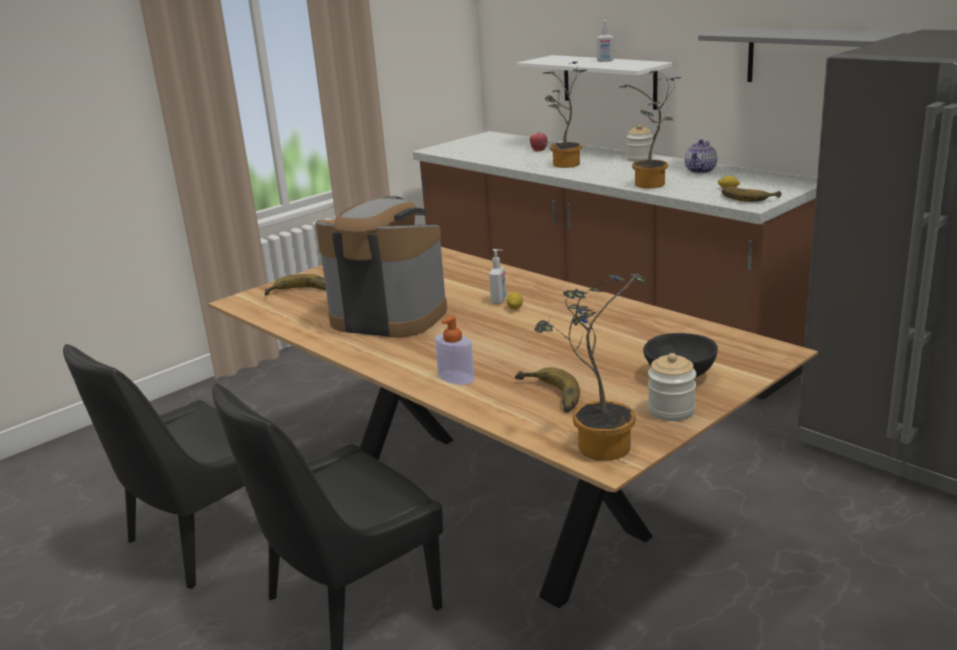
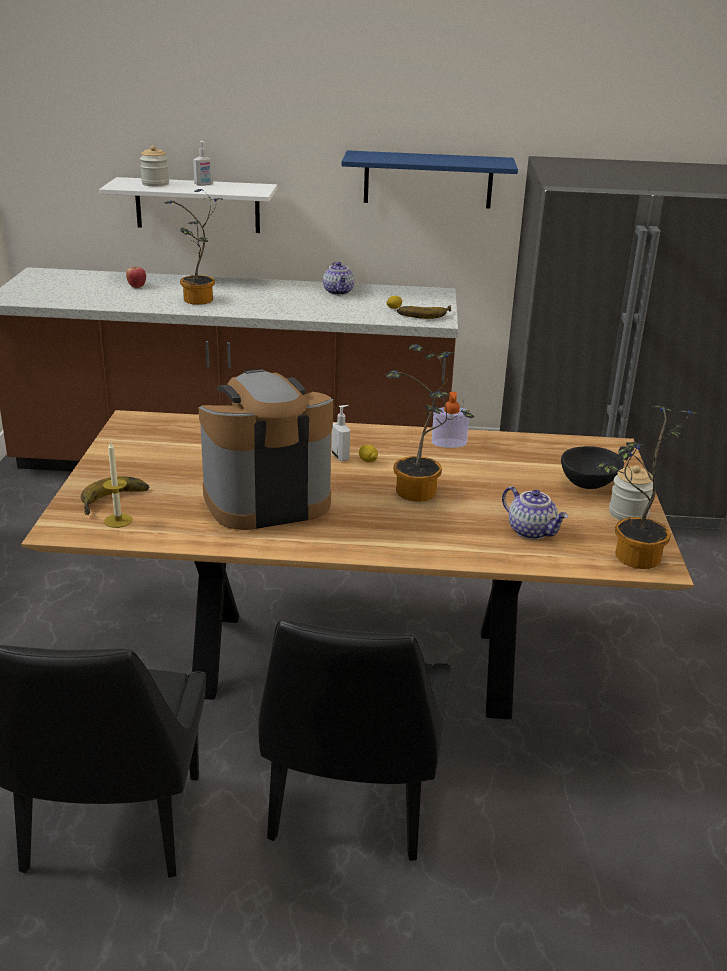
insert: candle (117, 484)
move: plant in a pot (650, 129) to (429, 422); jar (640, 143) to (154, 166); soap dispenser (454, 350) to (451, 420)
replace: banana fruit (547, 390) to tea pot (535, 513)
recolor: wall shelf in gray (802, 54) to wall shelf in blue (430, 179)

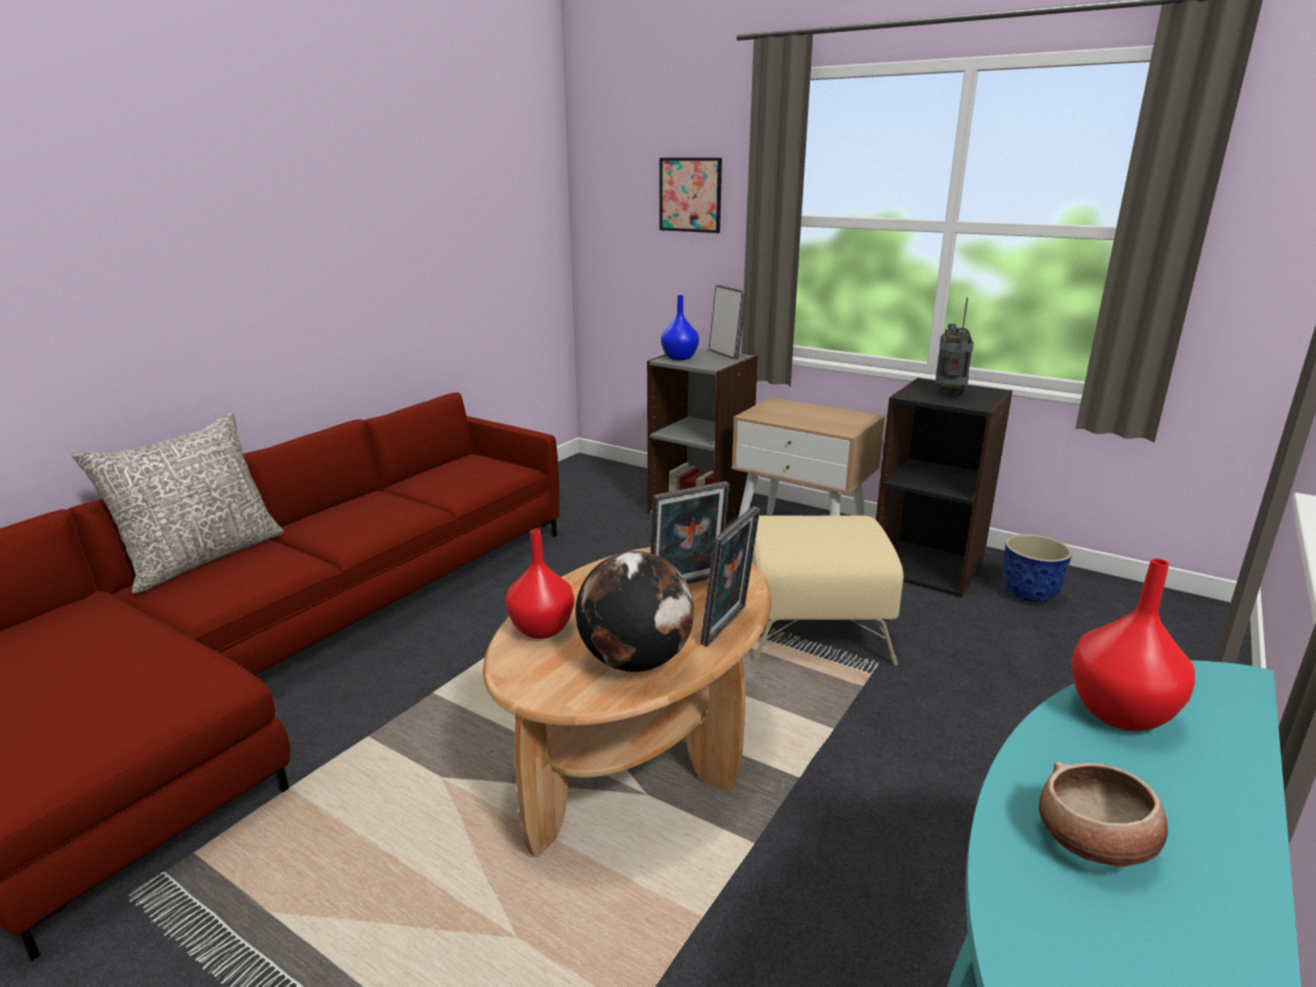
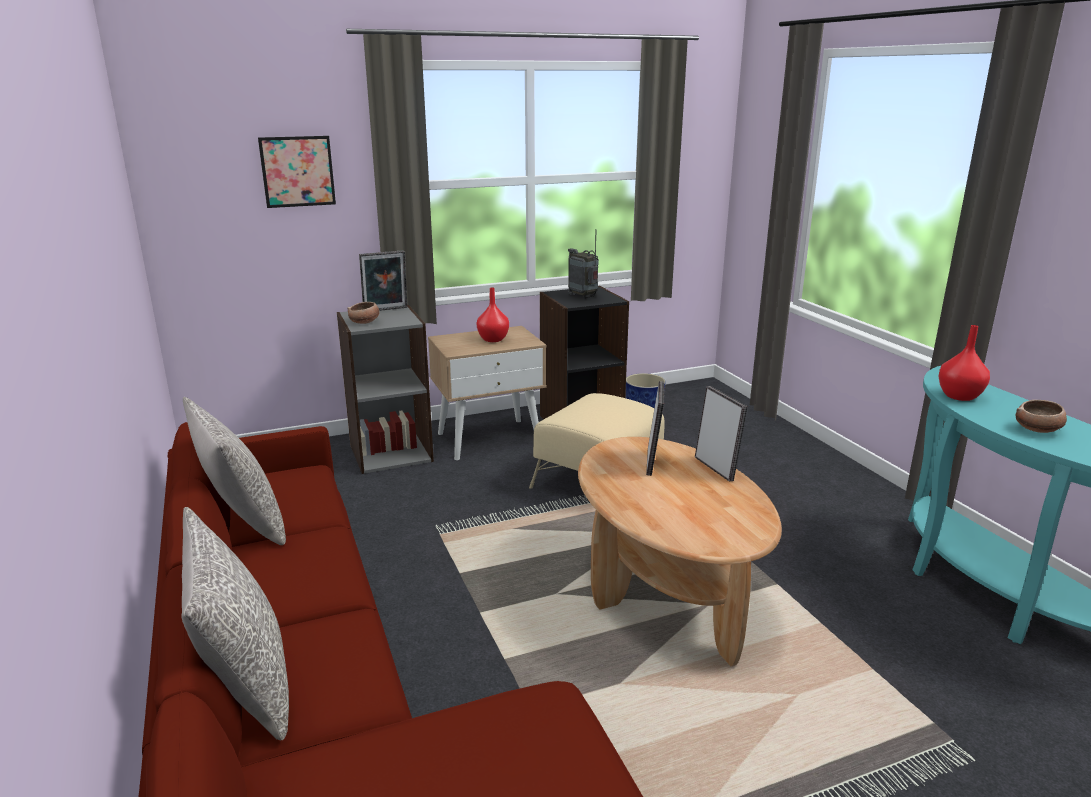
delete: desk globe (634, 611)
insert: pillow in gray (234, 471)
move: decorative vase in reddish (540, 584) to (493, 314)
replace: decorative vase in blue (680, 327) to deep dish (363, 313)
rotate: standing frame (727, 322) = (383, 280) 150 degrees clockwise

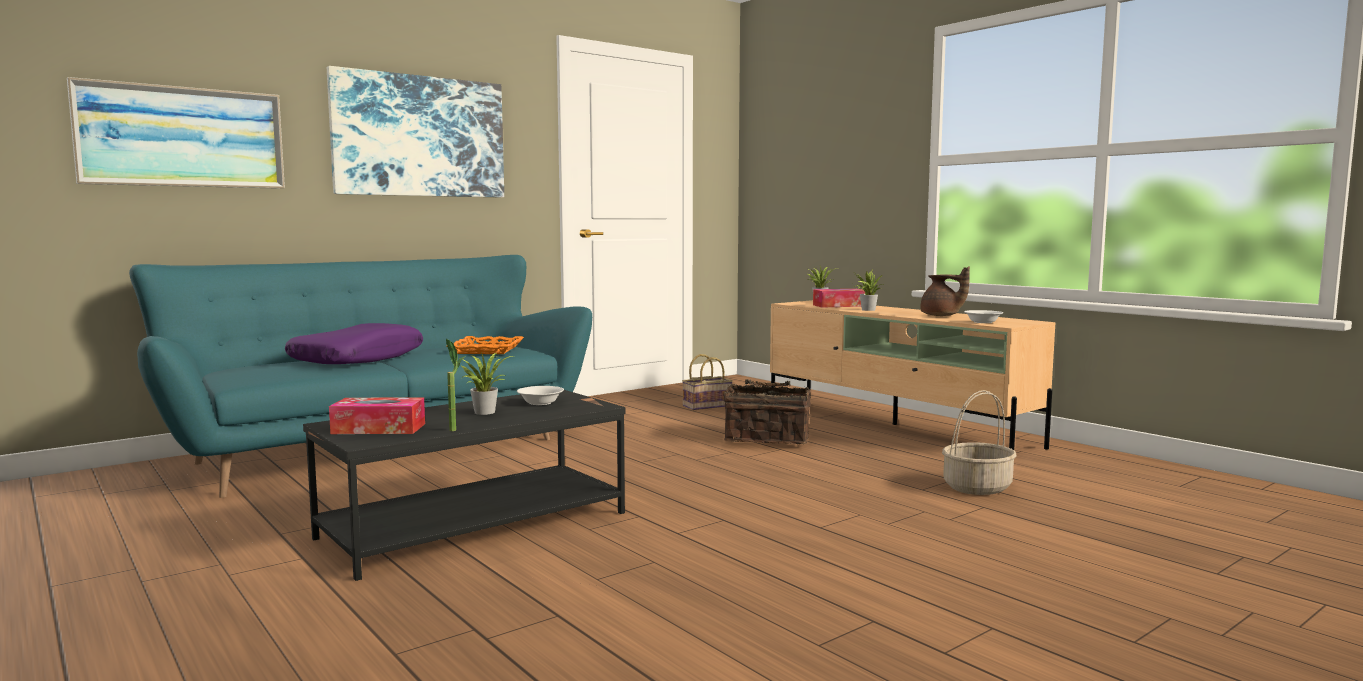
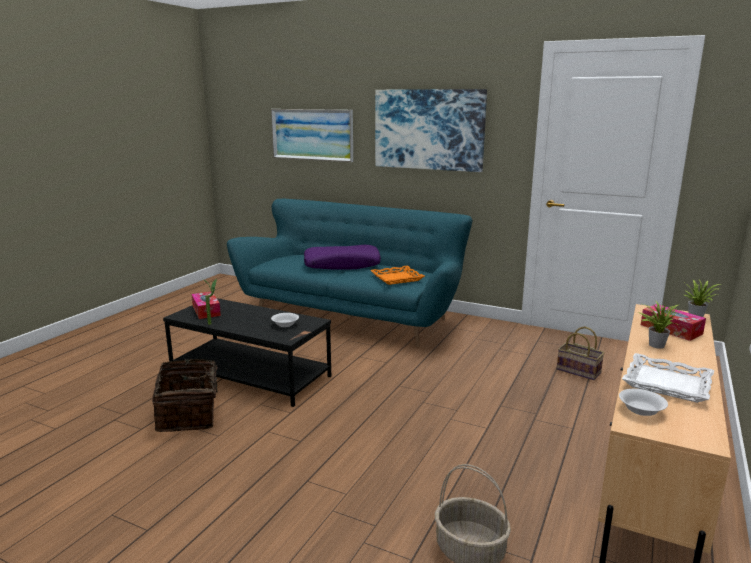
delete: plant in a pot (487, 384)
move: storage basket (767, 411) to (191, 395)
replace: tea pot in brown (945, 291) to tray in white (668, 378)

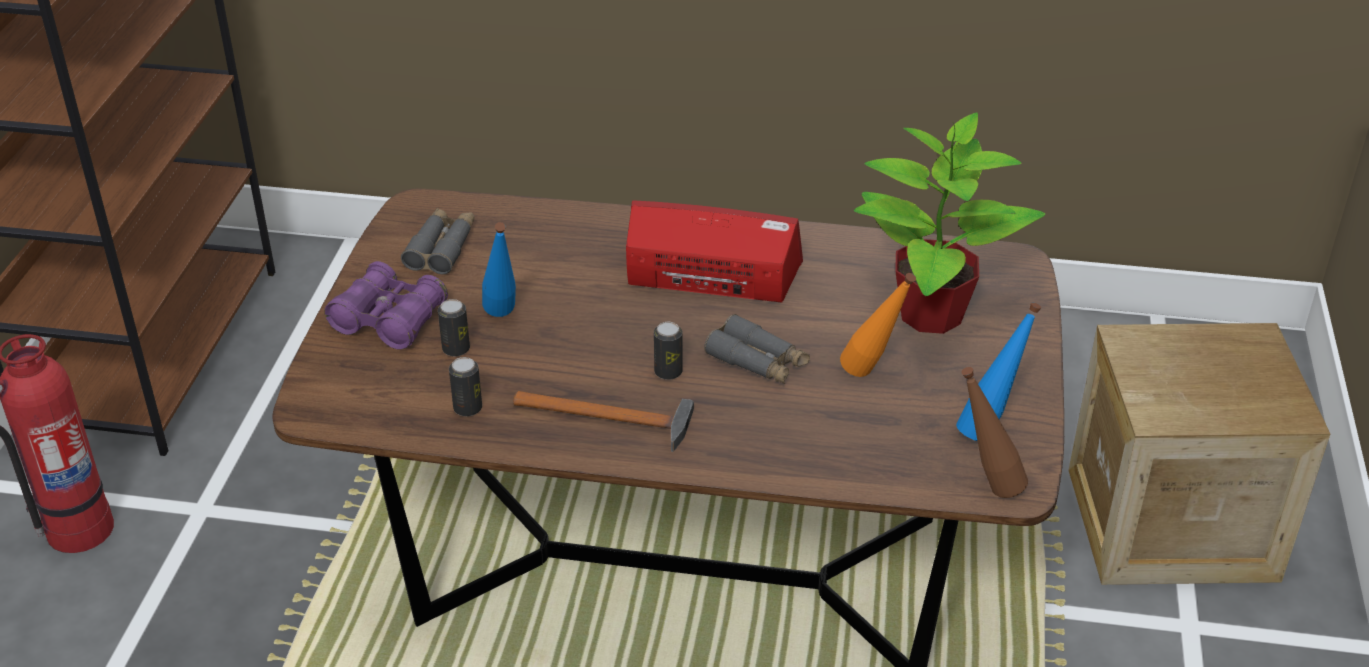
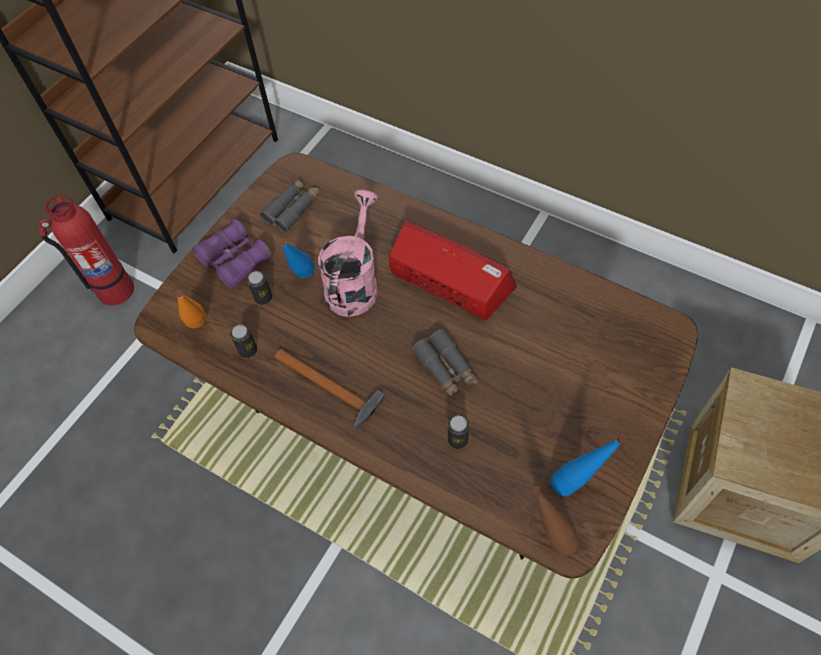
delete: plant in a pot (949, 223)
insert: watering can in pink-coloured (348, 253)
move: drink bottle in orangey (878, 325) to (190, 309); metal can (668, 351) to (458, 432)

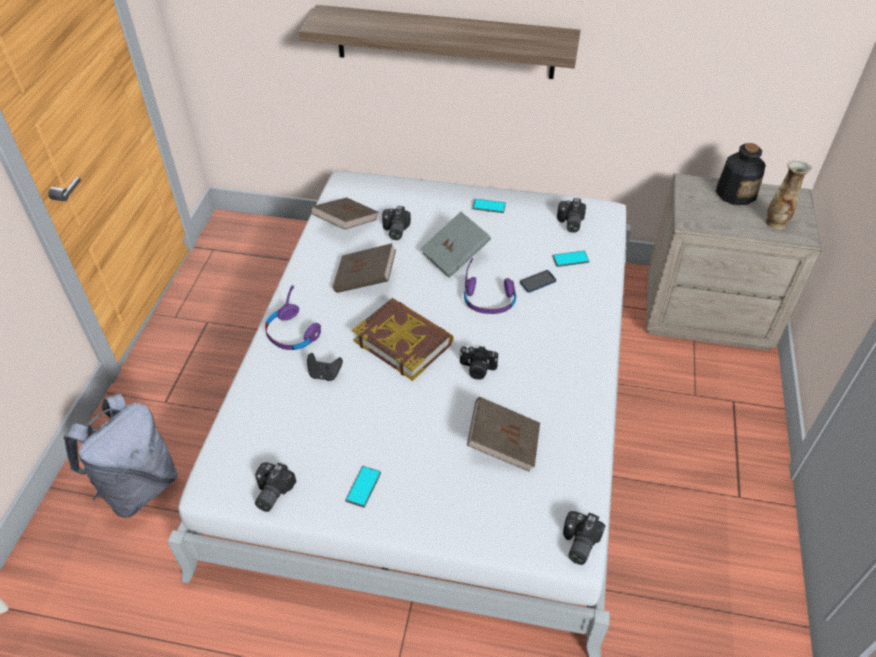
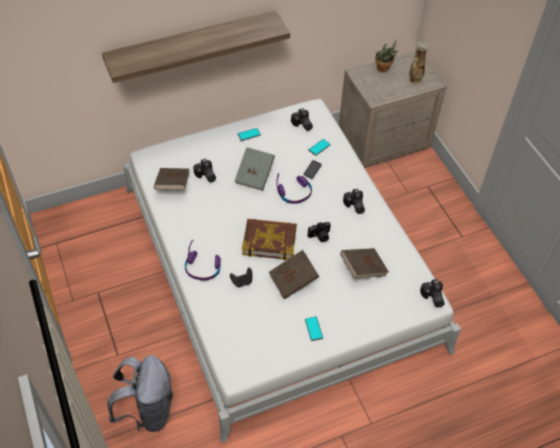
move: book in brown (364, 268) to (294, 274); still camera (276, 487) to (354, 201)
replace: drink bottle (740, 174) to plant in a pot (387, 56)

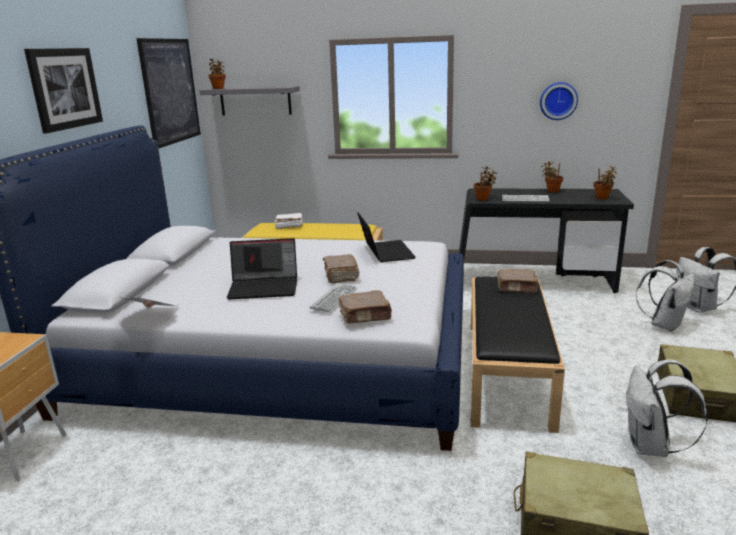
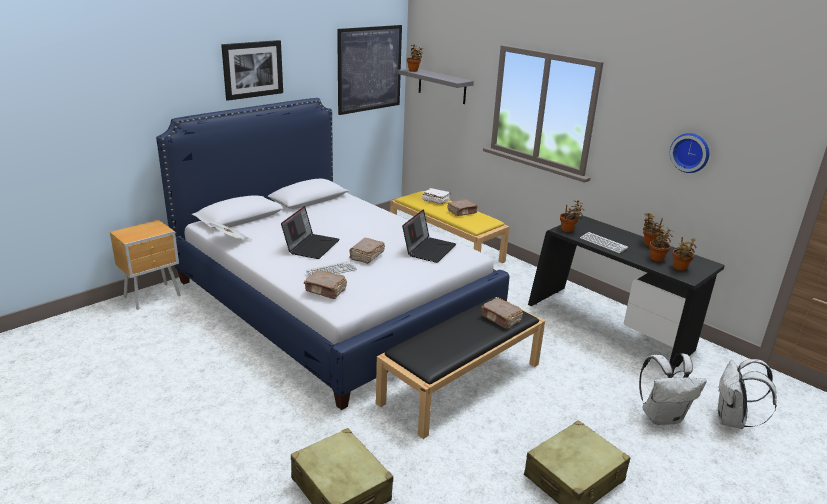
delete: rucksack in white (666, 408)
insert: book in brown (462, 207); plant in a pot (661, 243)
rotate: portable computer (262, 269) = (310, 232) 105 degrees counterclockwise

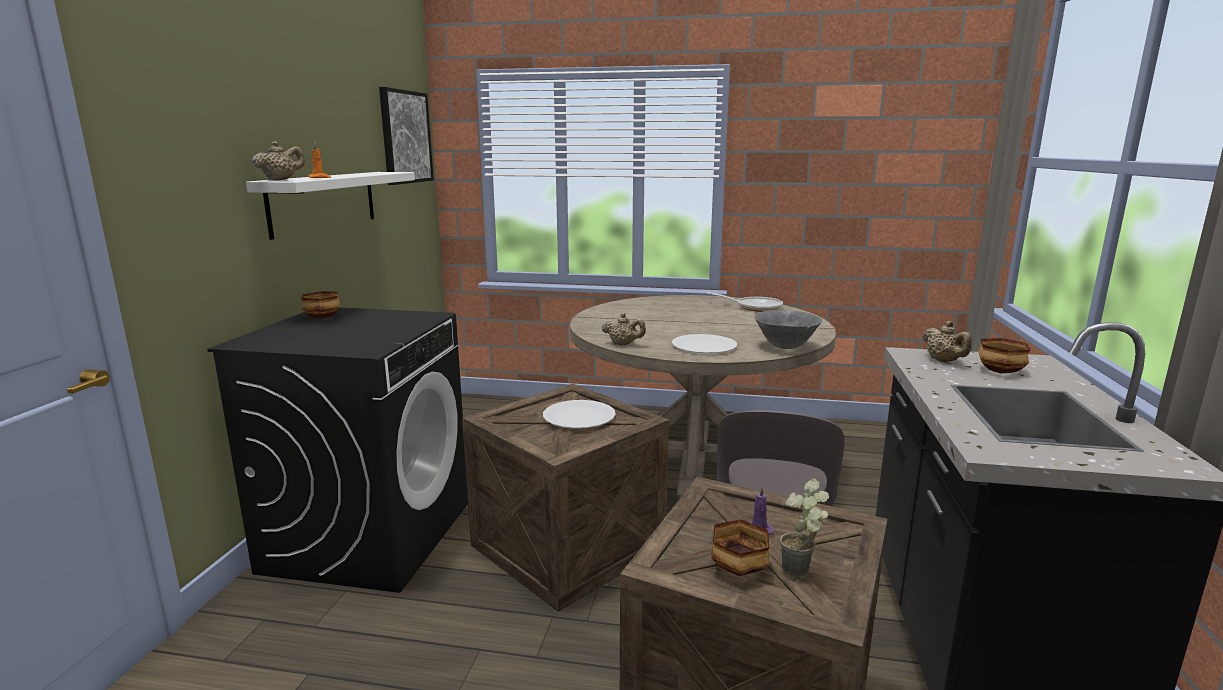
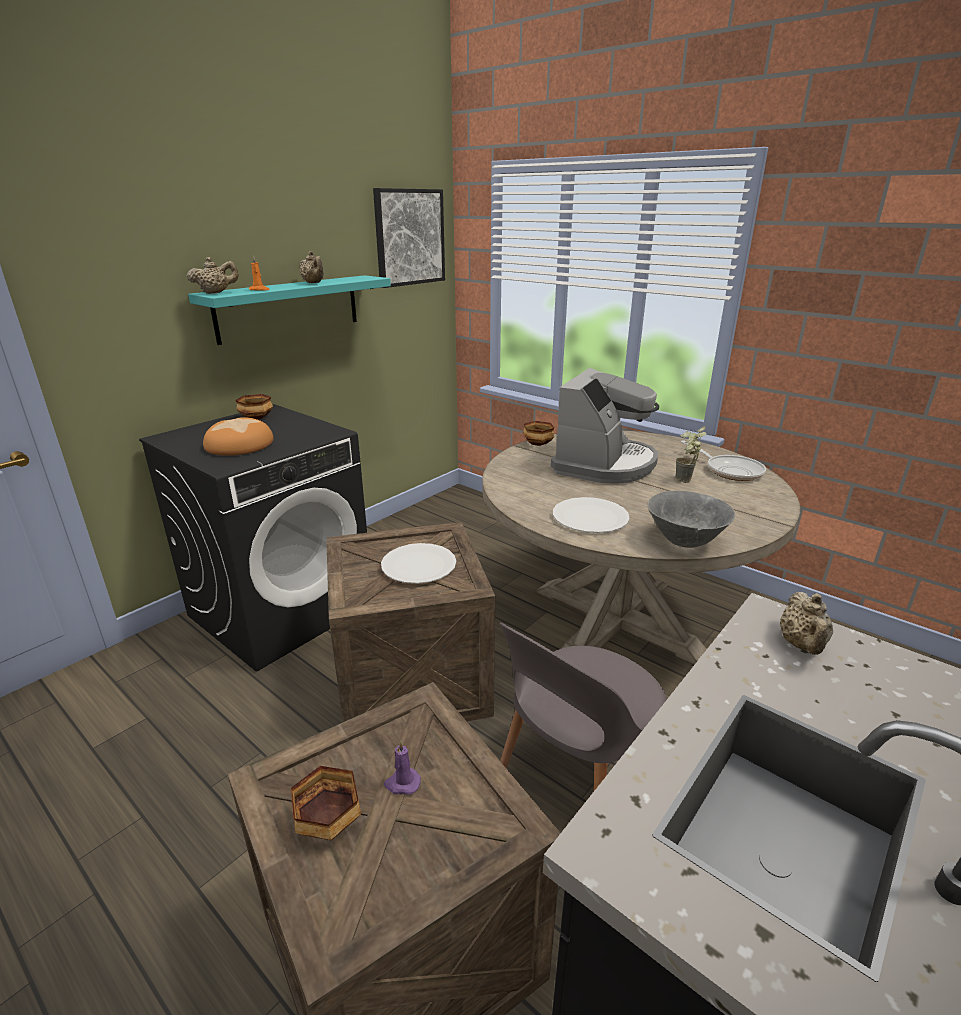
insert: coffee maker (605, 426); bread (238, 436)
move: tea pot in sand-coloured (624, 329) to (311, 267); deep dish (1004, 356) to (538, 433); plant in a pot (804, 528) to (691, 454)
recolor: wall shelf in white (330, 206) to wall shelf in turquoise-coloured (289, 310)

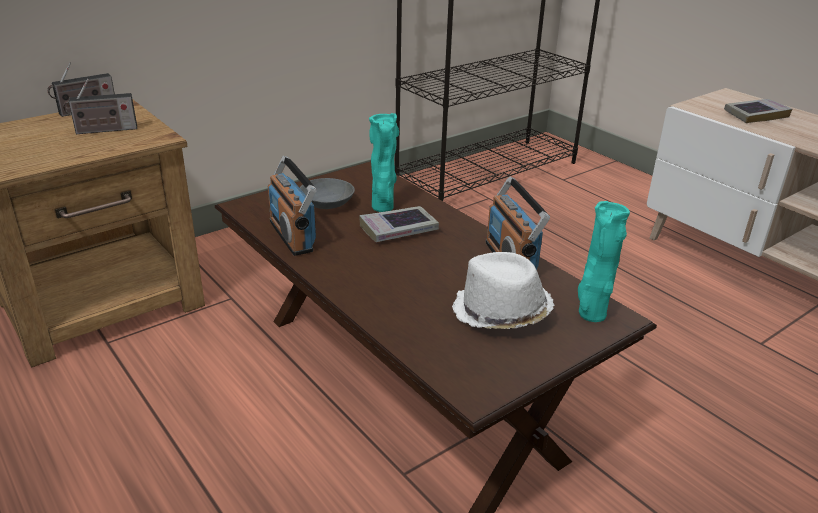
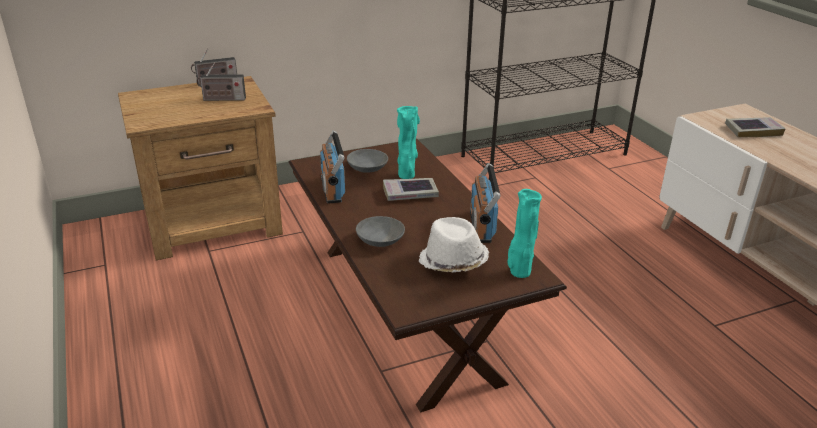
insert: deep dish in gray (380, 231)

